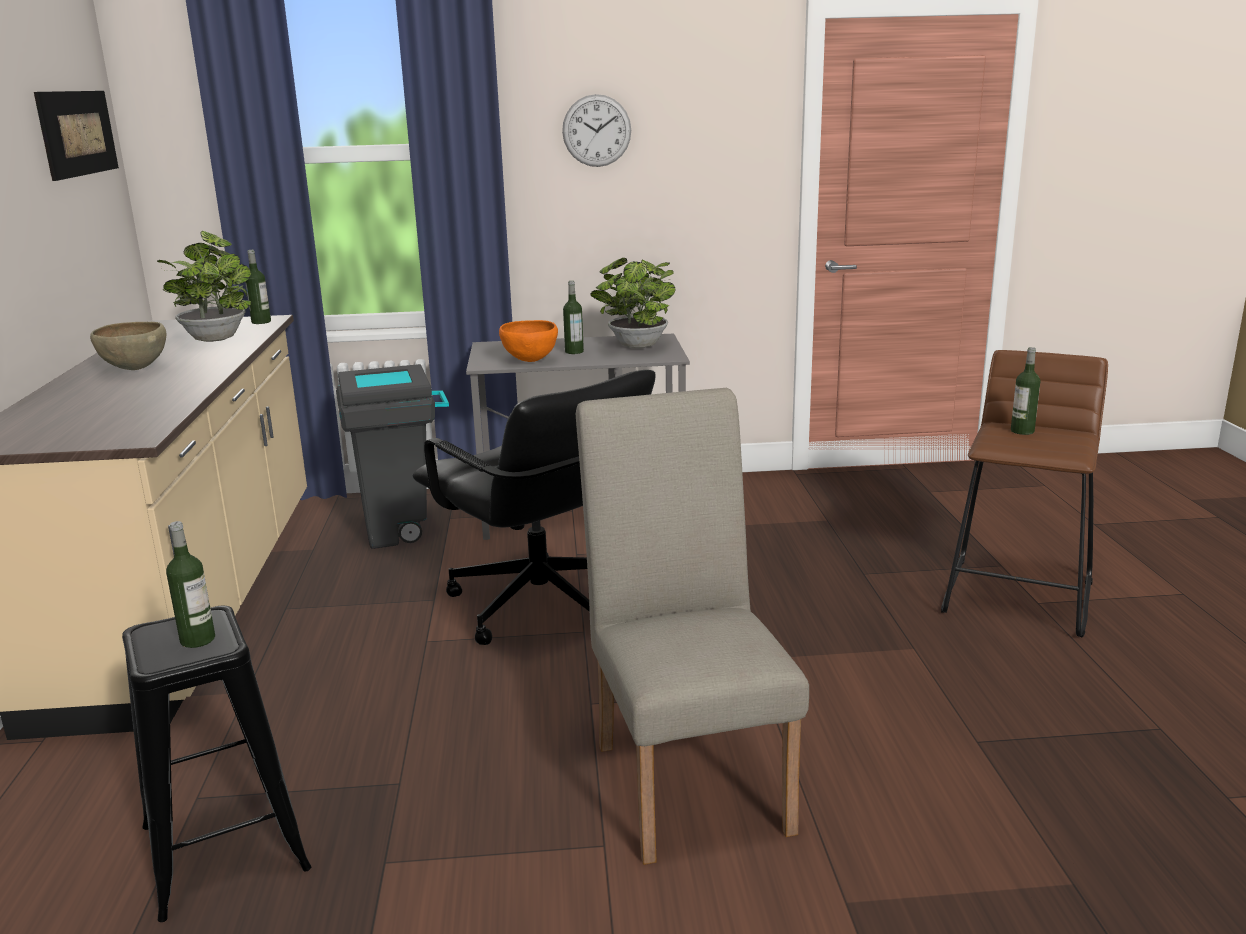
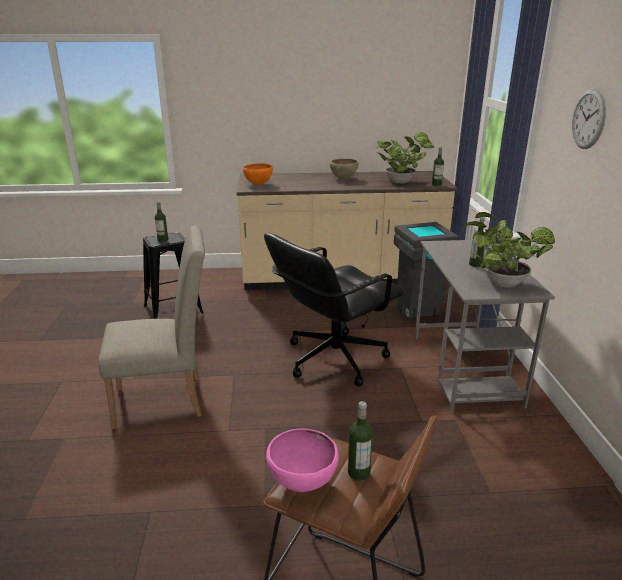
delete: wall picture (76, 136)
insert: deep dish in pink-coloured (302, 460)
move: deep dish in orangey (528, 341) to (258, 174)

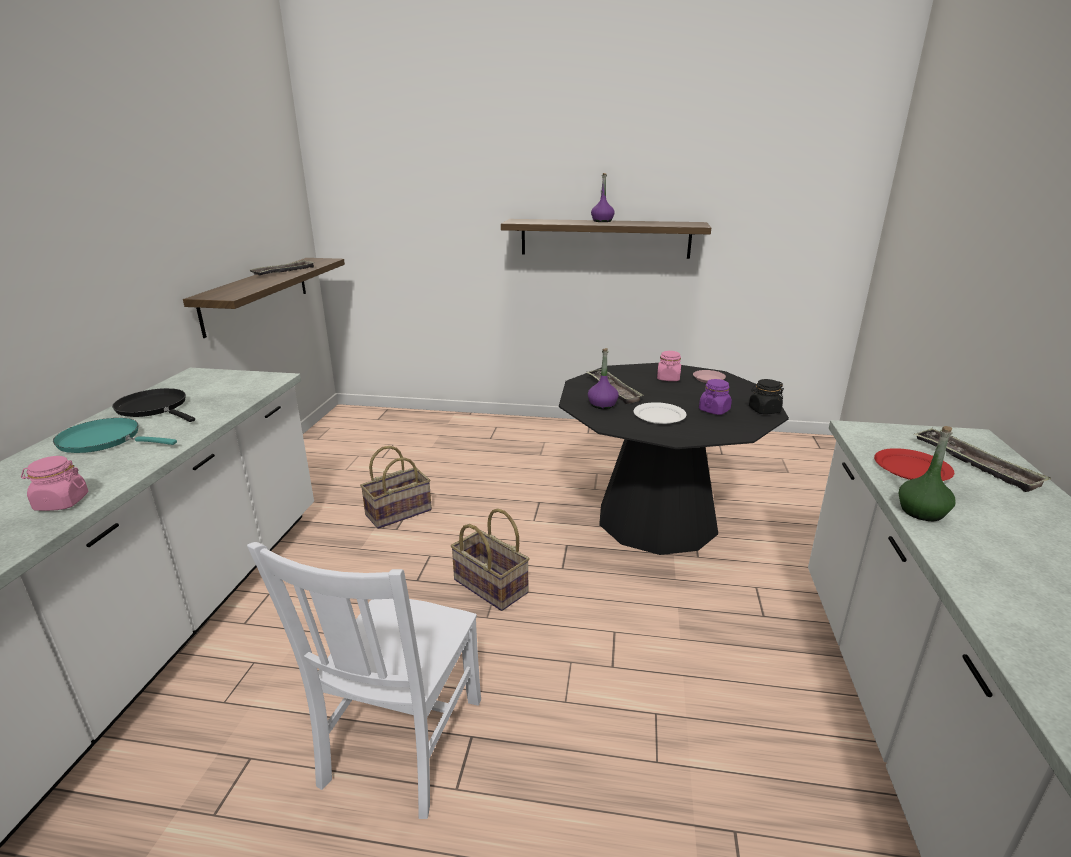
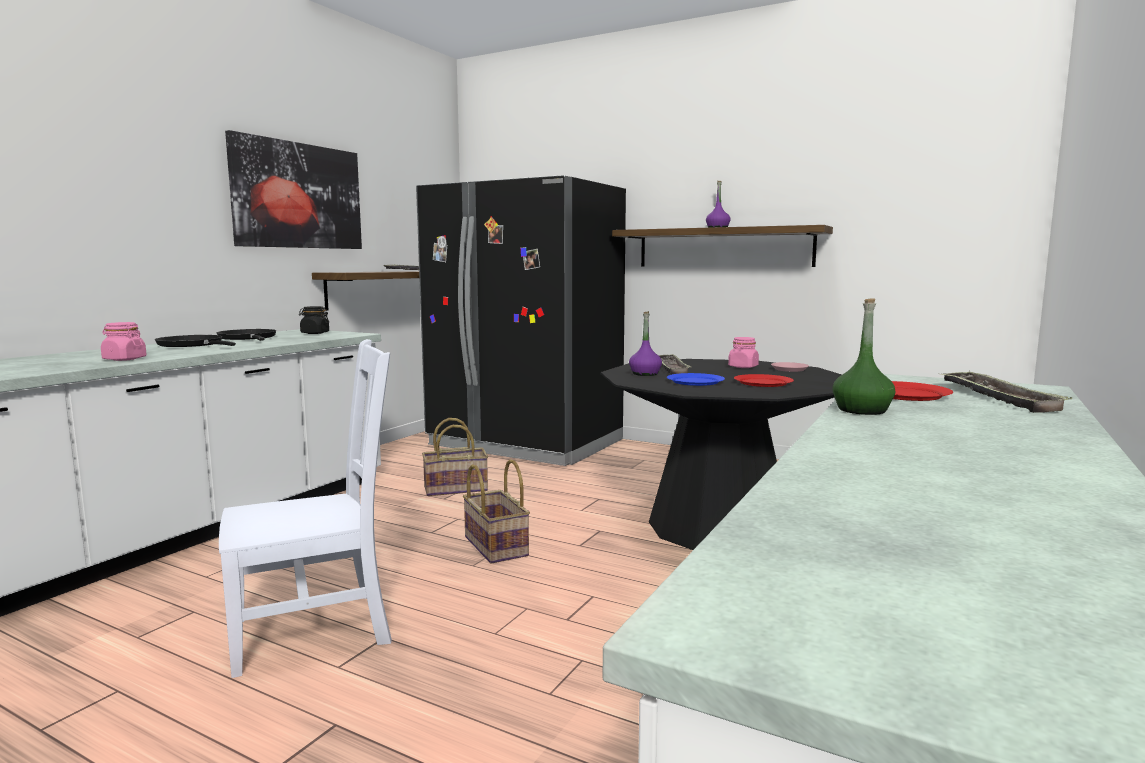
insert: wall picture (293, 189); fridge in blackish (521, 320)
move: jar in blackish (766, 396) to (314, 320)
replace: jar in purplish (715, 397) to dinner plate in reddish (764, 380)
recolor: dinner plate in white (660, 413) to dinner plate in blue (696, 379); frying pan in turquoise-coloured (115, 435) to frying pan in blackish (195, 341)
rotate: upright chair in white (364, 680) = (305, 508) 150 degrees counterclockwise

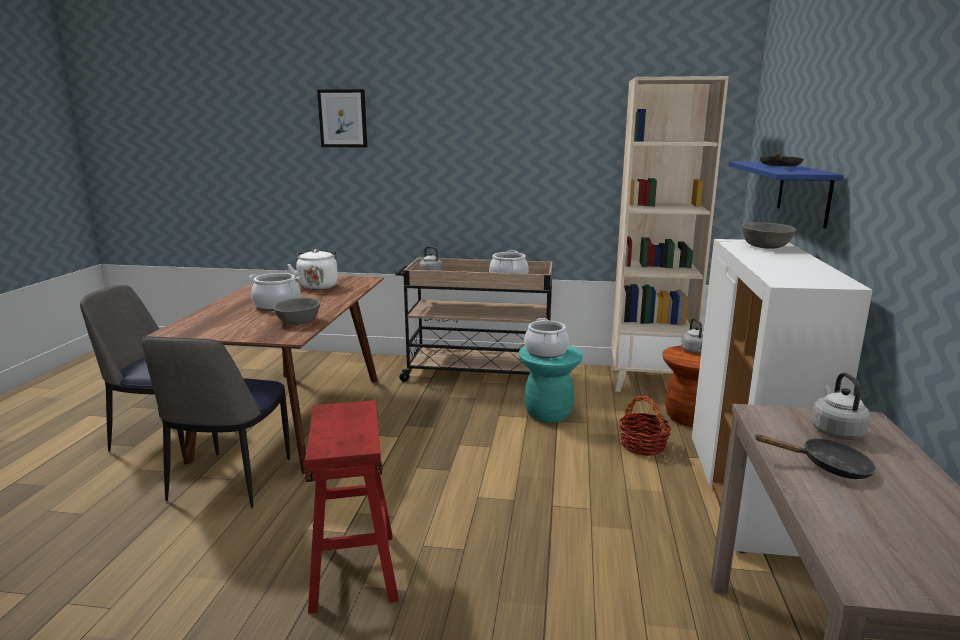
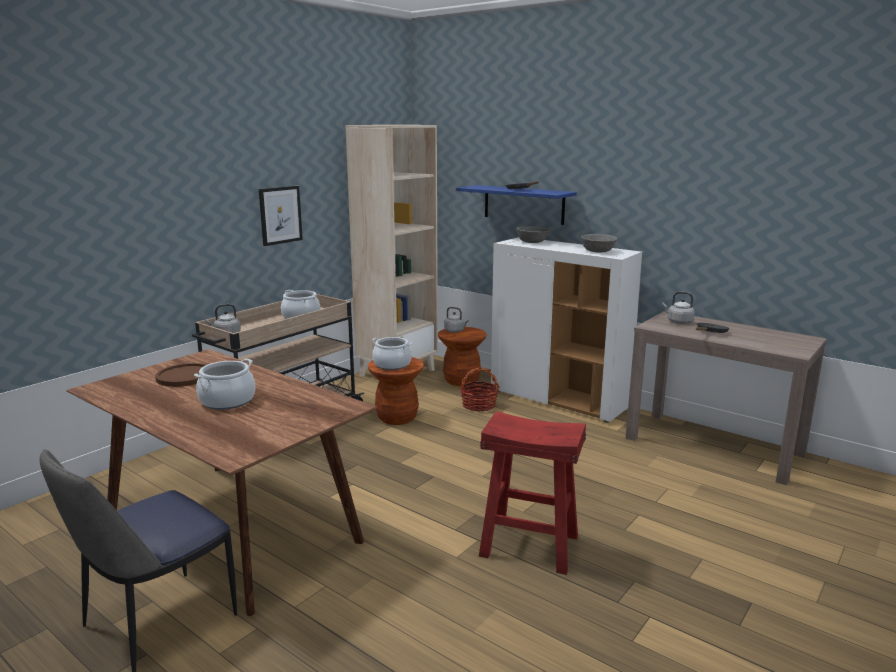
delete: upright chair (215, 422)
move: wall picture (342, 118) to (281, 216); deep dish in gray (296, 311) to (599, 243)
replace: kettle in white (312, 269) to dinner plate in brown (181, 375)
recolor: stool in turquoise-coloured (551, 384) to stool in brown (396, 391)

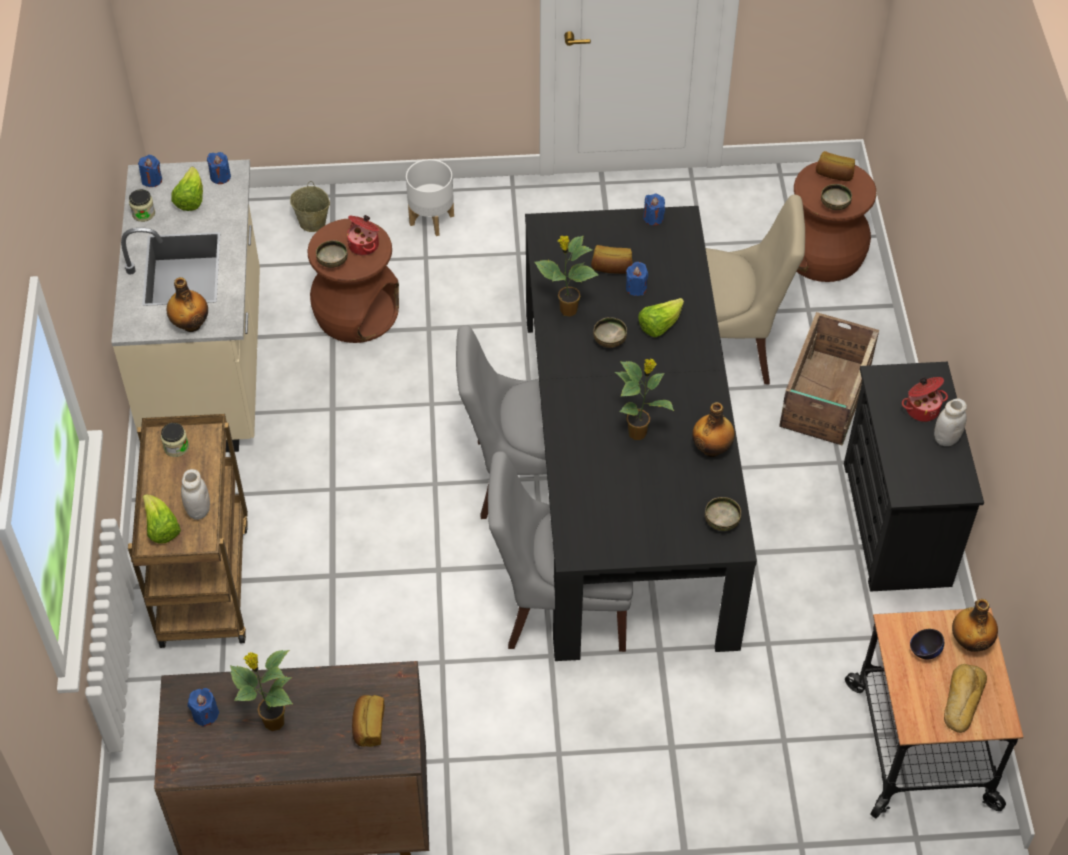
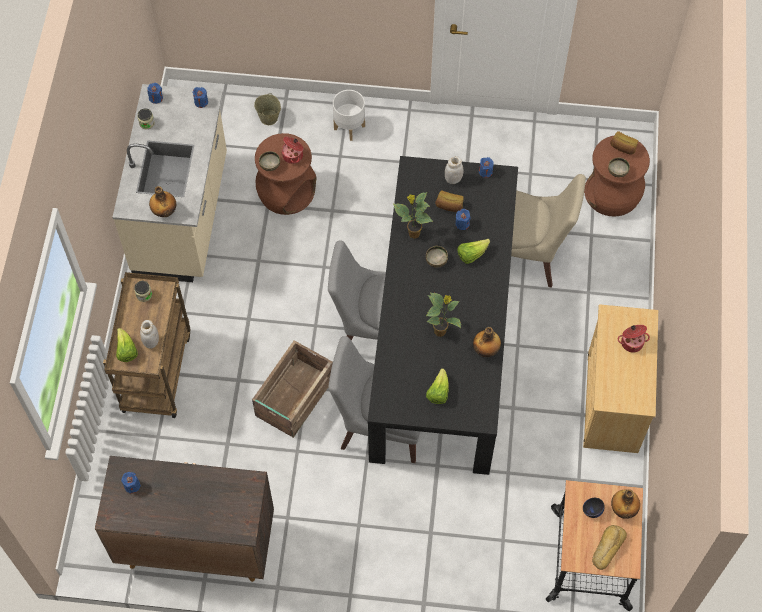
delete: deep dish (723, 514); plant in a pot (261, 690); bread (368, 721)
move: lettuce (187, 189) to (437, 386); shipping crate (829, 379) to (292, 389); jar in white (950, 422) to (454, 170)
recolor: drawer chest in blackish (914, 477) to drawer chest in sand-coloured (620, 378)

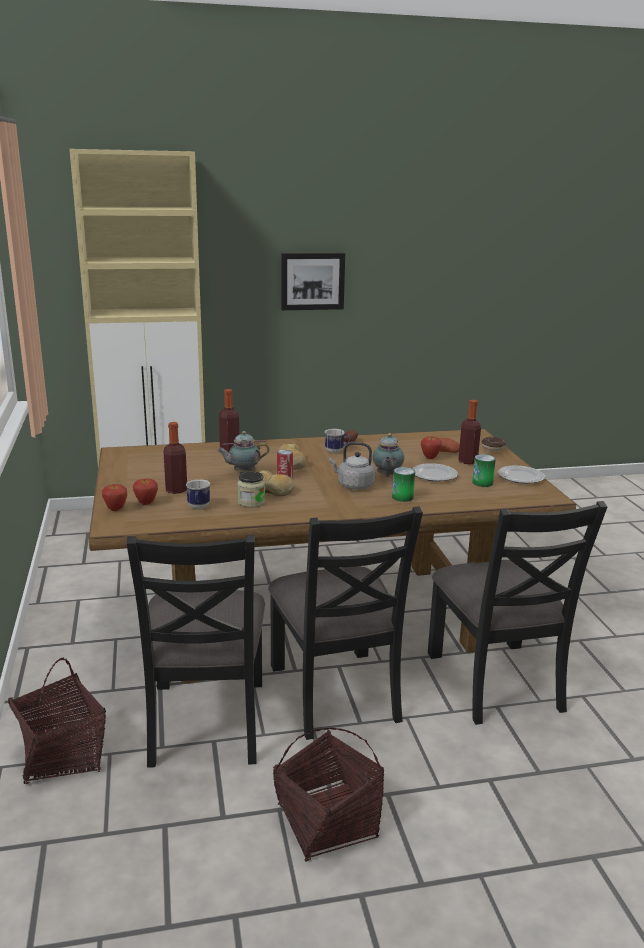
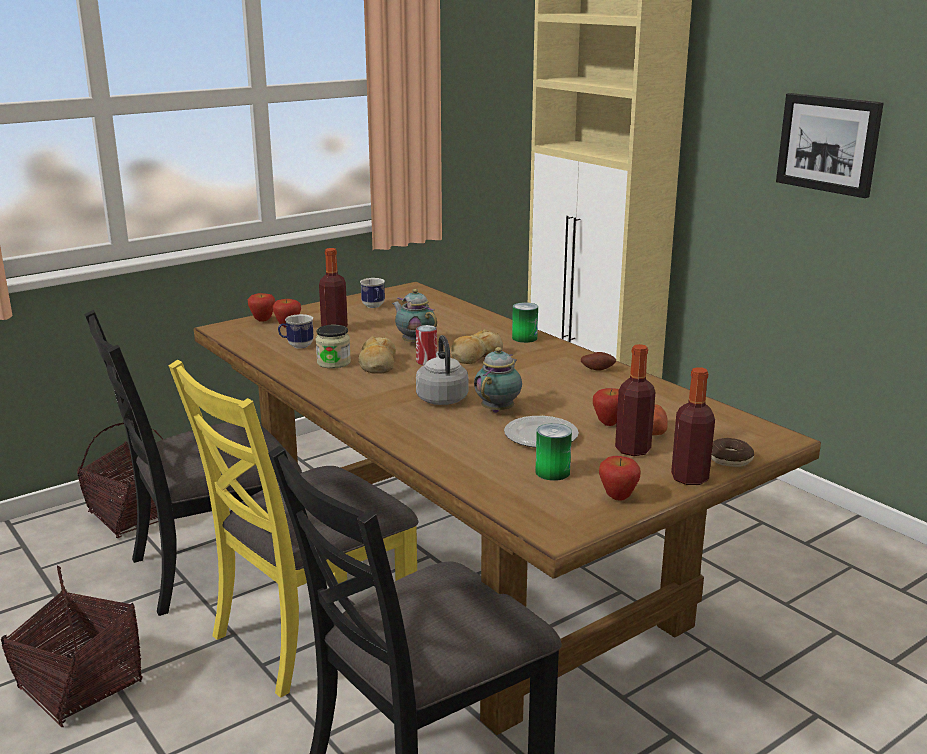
move: drink bottle (229, 420) to (693, 426); tea mug (338, 441) to (372, 293); metal can (403, 484) to (525, 322)
replace: dinner plate (521, 475) to whole apple (619, 478)
recolor: upright chair in blackish (345, 623) to upright chair in yellow (294, 528)
rotate: tea pot (388, 455) = (498, 380) 135 degrees clockwise

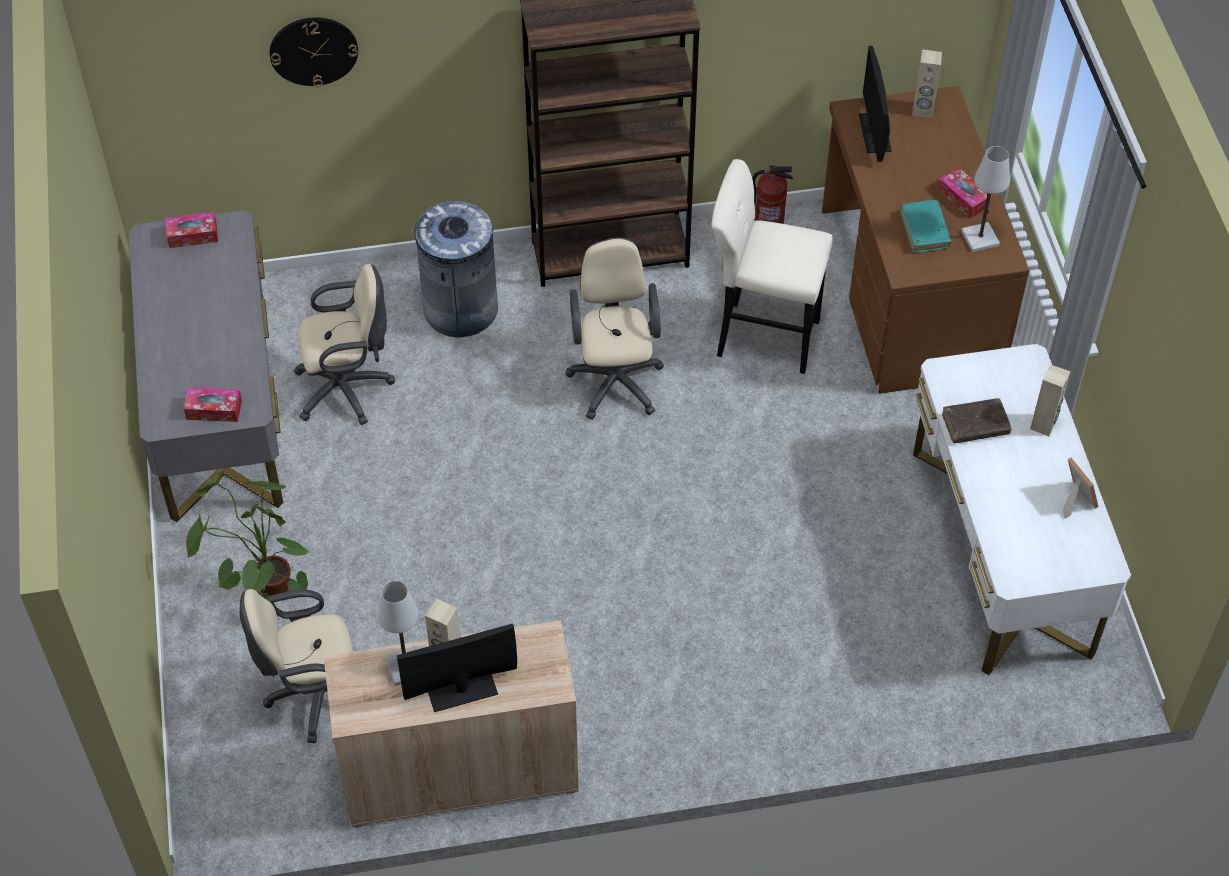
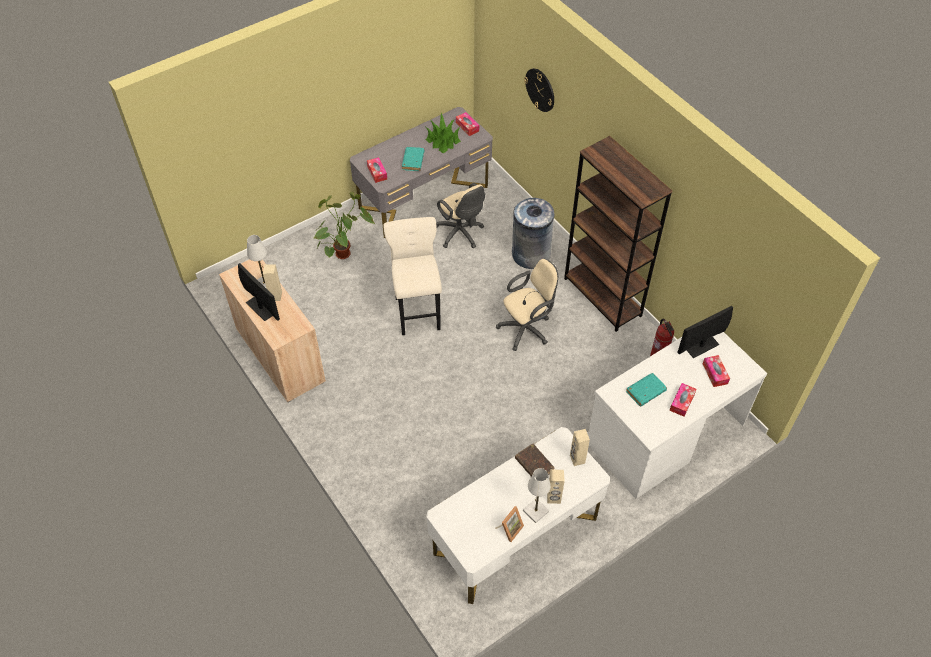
delete: desk chair in sand-coloured (296, 666)
insert: plant in a pot (443, 133); book in turquoise-coloured (413, 159); tissue box (716, 371)
move: loudspeaker in sand-coloured (927, 83) to (580, 447); tabletop lamp in white (985, 199) to (537, 495); stool in sand-coloured (772, 266) to (412, 276)
recolor: desk unit in brown (925, 240) to desk unit in white (677, 415)

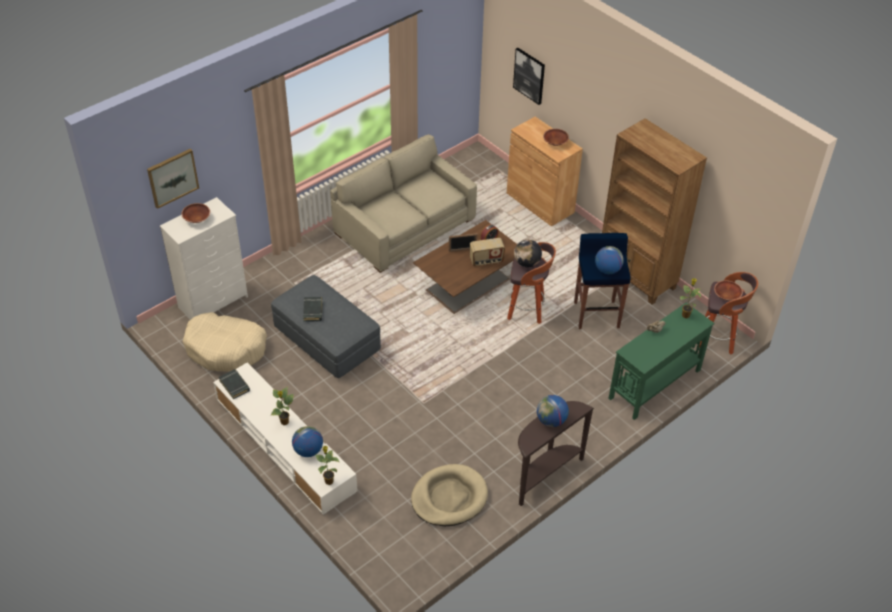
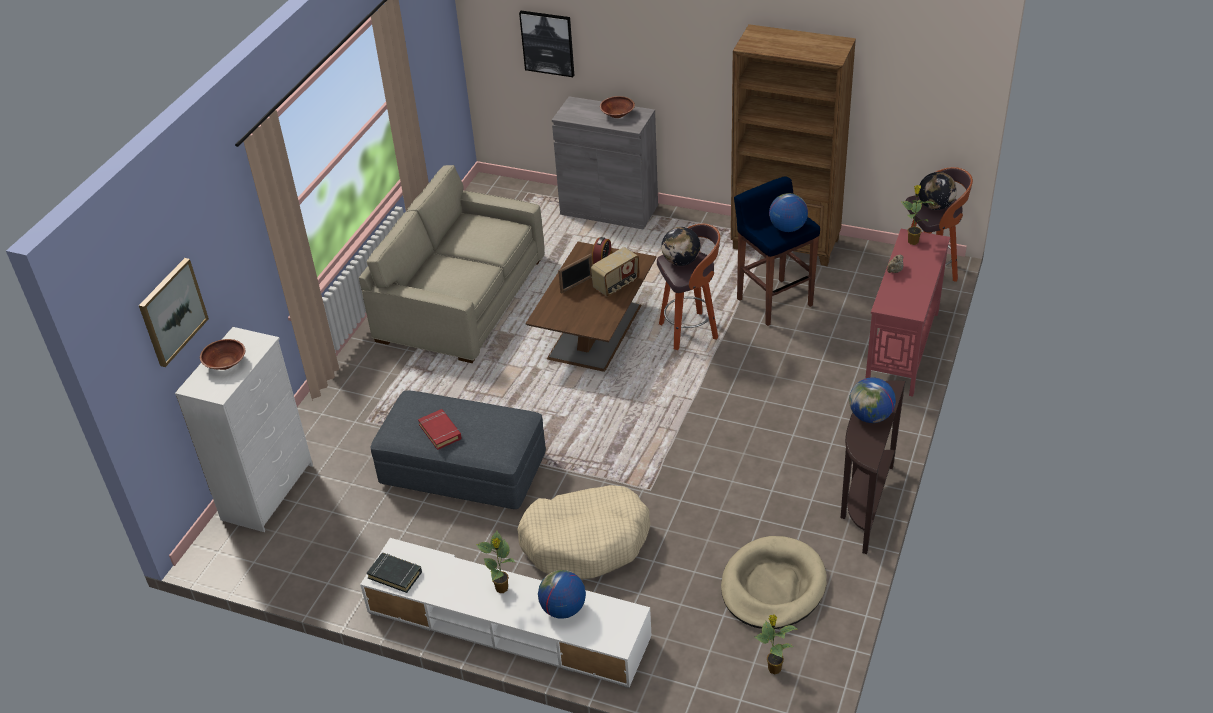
move: pet bed in sand-coloured (225, 341) to (584, 532); plant in a pot (327, 465) to (775, 644)
replace: deep dish in brown (728, 290) to desk globe (938, 191)
recolor: cupboard in brown (545, 172) to cupboard in gray (605, 163); book in blackish (313, 309) to book in reddish (440, 429); console table in green-coloured (661, 361) to console table in reddish (907, 313)

